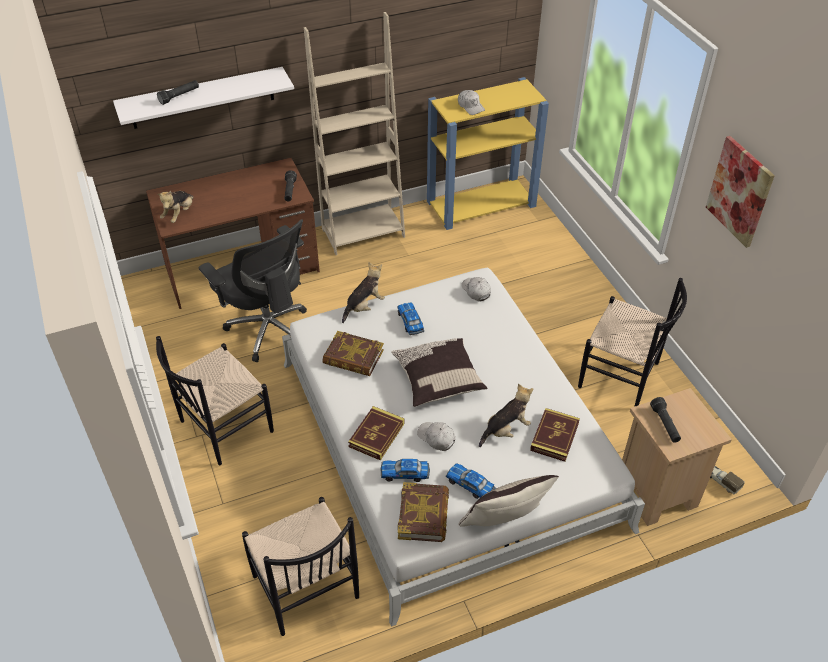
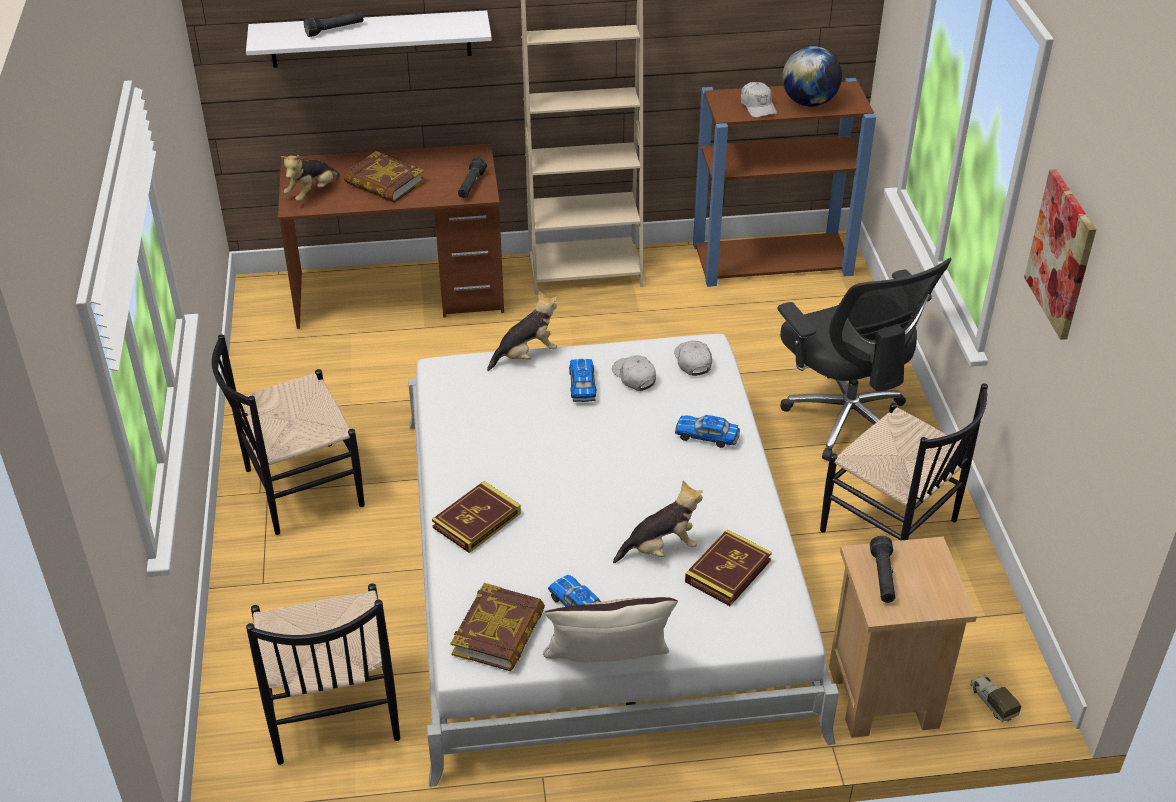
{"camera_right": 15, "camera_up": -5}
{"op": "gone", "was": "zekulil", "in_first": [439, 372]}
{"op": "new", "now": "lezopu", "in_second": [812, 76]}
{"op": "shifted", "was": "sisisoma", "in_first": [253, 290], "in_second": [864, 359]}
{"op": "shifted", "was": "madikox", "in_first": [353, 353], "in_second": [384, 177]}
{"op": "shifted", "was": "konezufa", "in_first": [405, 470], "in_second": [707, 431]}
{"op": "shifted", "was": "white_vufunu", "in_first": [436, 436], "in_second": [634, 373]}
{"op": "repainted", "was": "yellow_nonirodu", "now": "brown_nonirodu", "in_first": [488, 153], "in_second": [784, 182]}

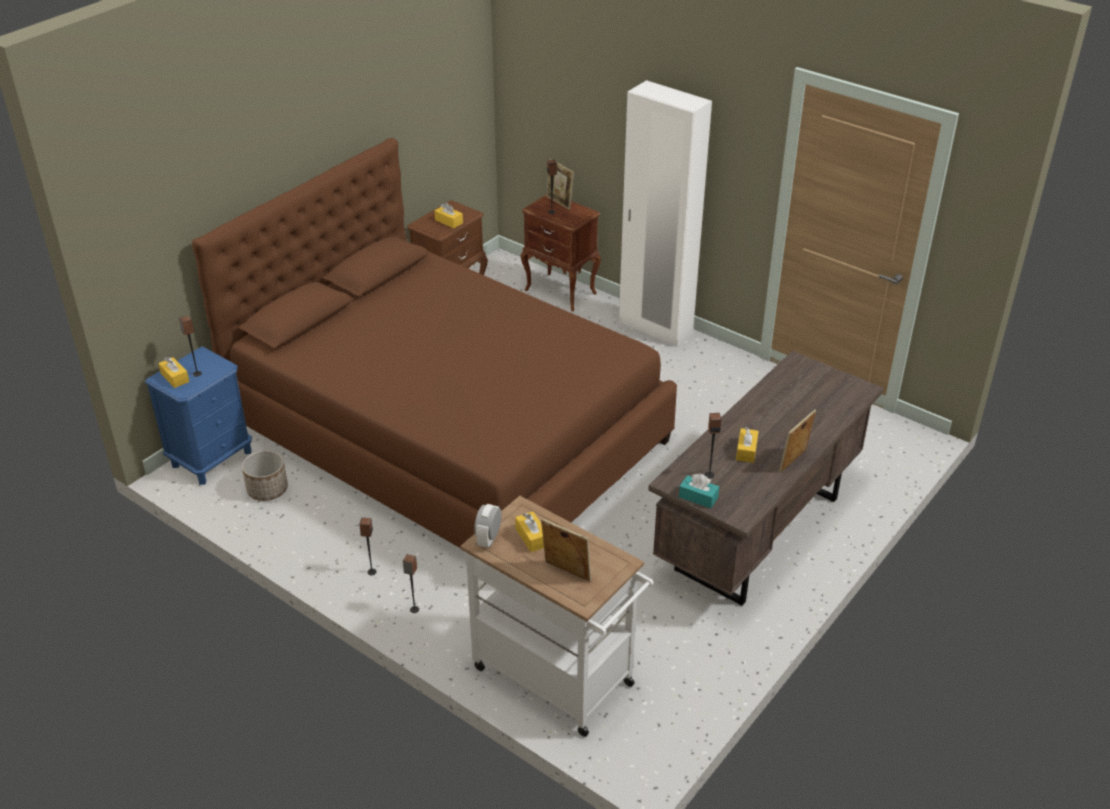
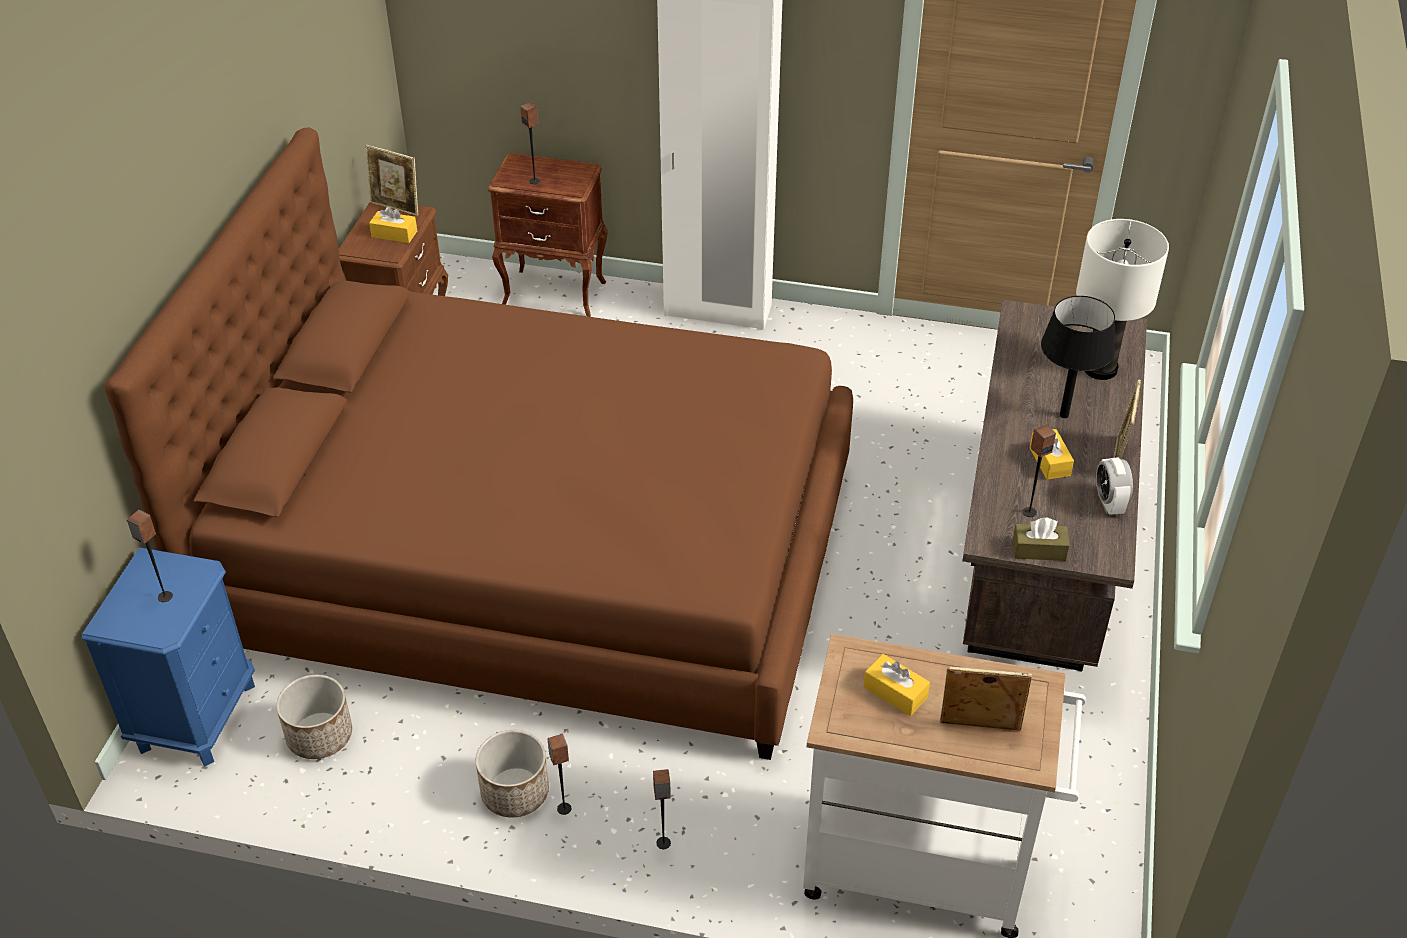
{"camera_right": -25, "camera_up": 5}
{"op": "gone", "was": "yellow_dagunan", "in_first": [173, 372]}
{"op": "new", "now": "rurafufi", "in_second": [512, 774]}
{"op": "new", "now": "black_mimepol", "in_second": [1078, 357]}
{"op": "new", "now": "white_mimepol", "in_second": [1122, 299]}
{"op": "shifted", "was": "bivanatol", "in_first": [488, 526], "in_second": [1114, 486]}
{"op": "shifted", "was": "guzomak", "in_first": [560, 184], "in_second": [392, 180]}
{"op": "repainted", "was": "turquoise_dagunan", "now": "brown_dagunan", "in_first": [699, 491], "in_second": [1041, 539]}

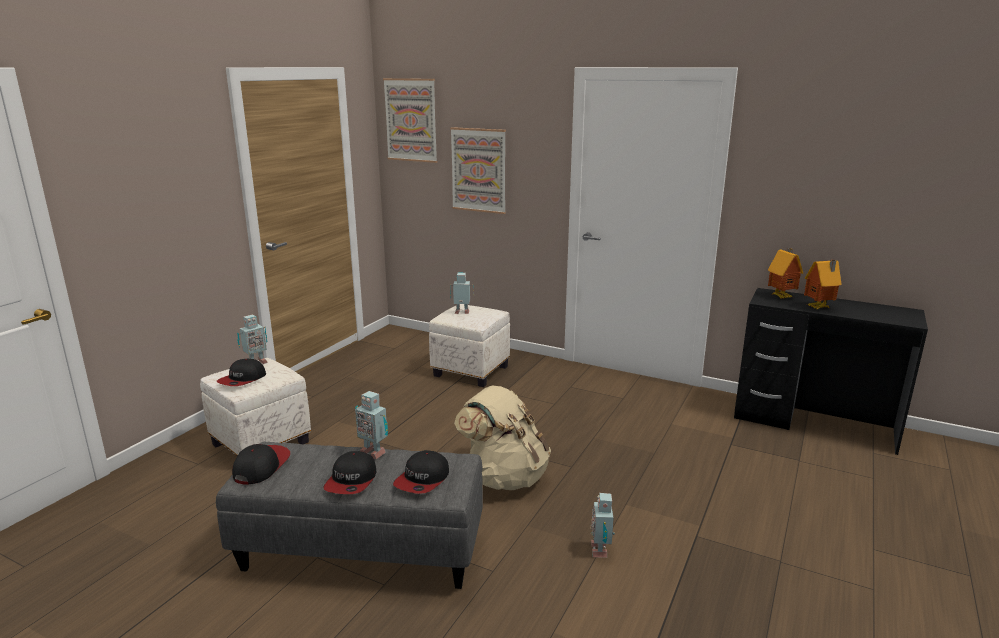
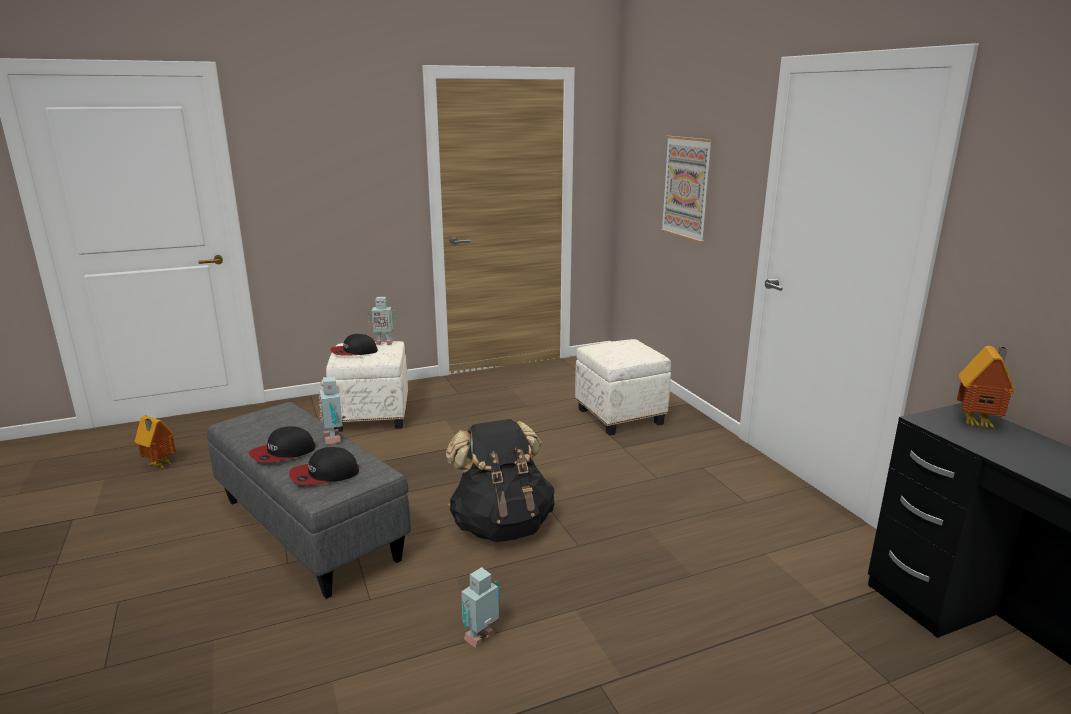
{"camera_right": 40, "camera_up": 0}
{"op": "gone", "was": "vufunu", "in_first": [261, 464]}
{"op": "gone", "was": "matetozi", "in_first": [410, 120]}
{"op": "gone", "was": "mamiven", "in_first": [462, 293]}
{"op": "shifted", "was": "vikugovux", "in_first": [823, 284], "in_second": [155, 442]}
{"op": "repainted", "was": "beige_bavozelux", "now": "black_bavozelux", "in_first": [502, 437], "in_second": [500, 480]}

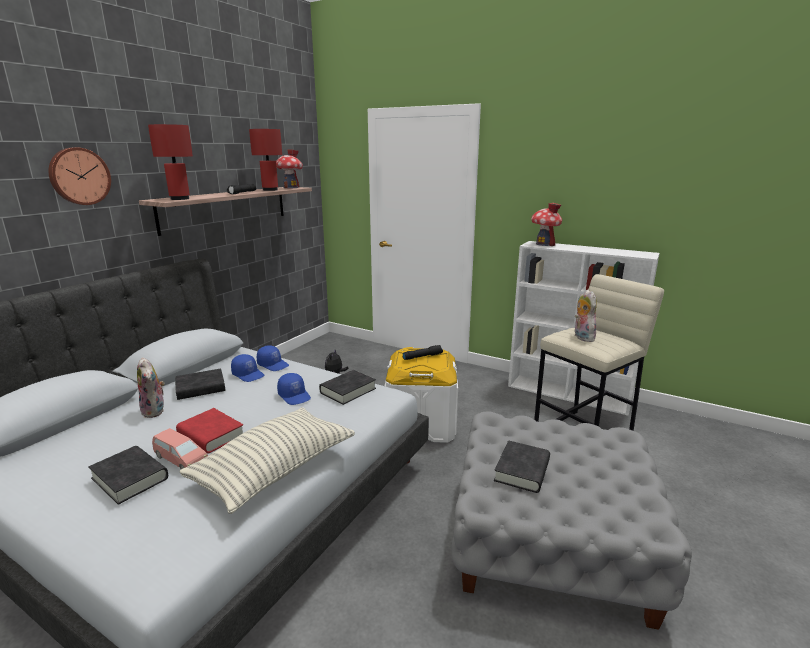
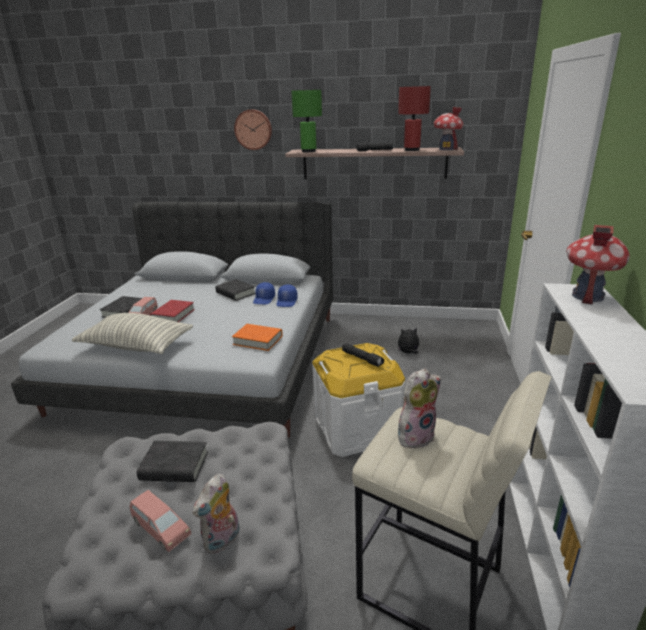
{"camera_right": 70, "camera_up": 5}
{"op": "gone", "was": "blue_vufunu", "in_first": [294, 389]}
{"op": "new", "now": "pink_konezufa", "in_second": [160, 521]}
{"op": "shifted", "was": "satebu", "in_first": [151, 387], "in_second": [216, 514]}
{"op": "repainted", "was": "red_mimepol", "now": "green_mimepol", "in_first": [170, 162], "in_second": [307, 121]}
{"op": "repainted", "was": "black_madikox", "now": "orange_madikox", "in_first": [347, 387], "in_second": [257, 337]}

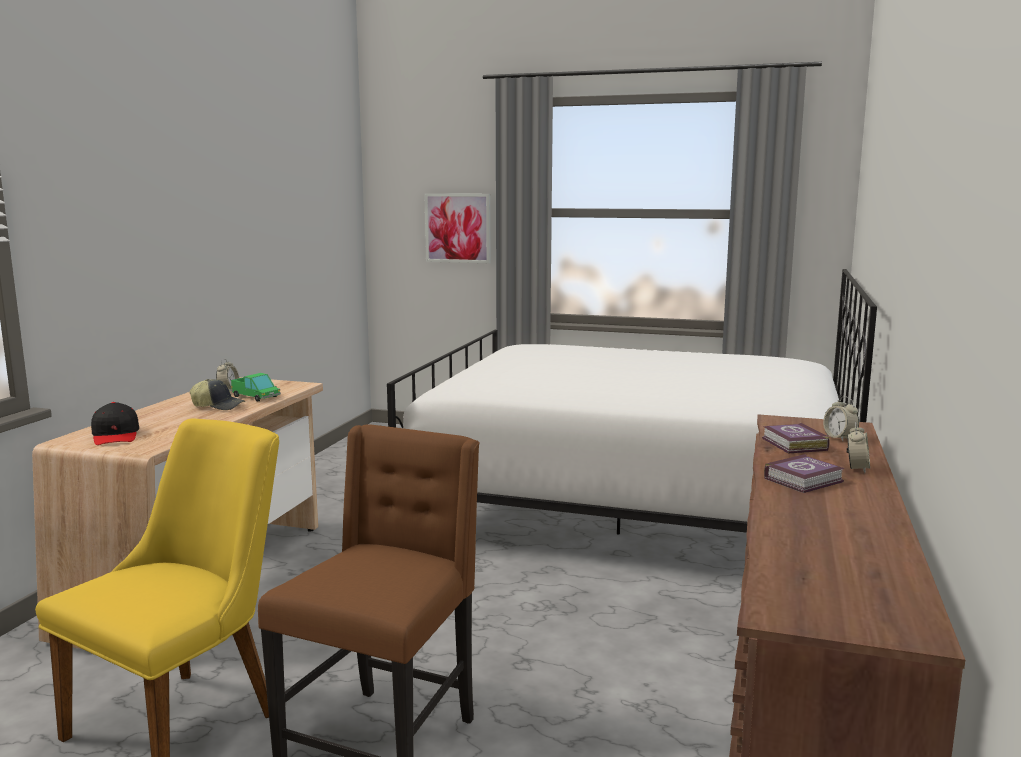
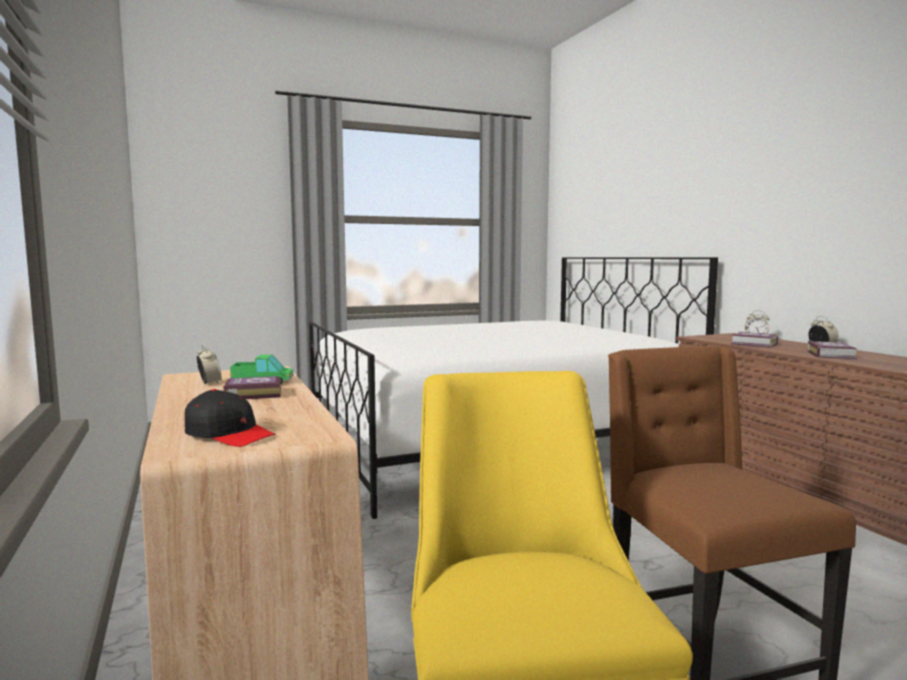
{"camera_right": -40, "camera_up": -5}
{"op": "gone", "was": "matetozi", "in_first": [457, 228]}
{"op": "swapped", "was": "vufunu", "now": "madikox", "in_first": [217, 394], "in_second": [252, 387]}

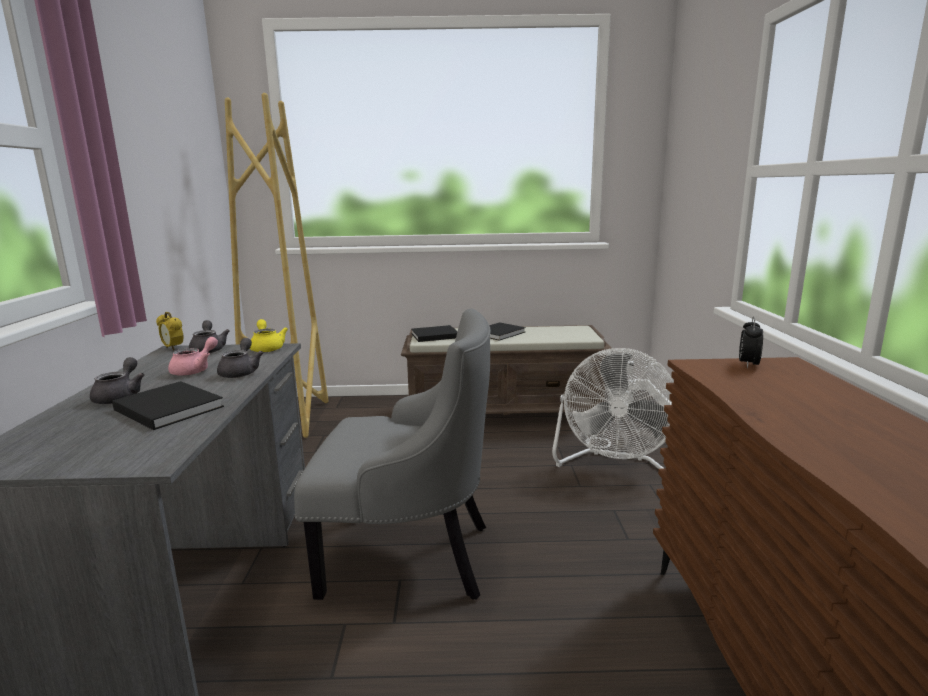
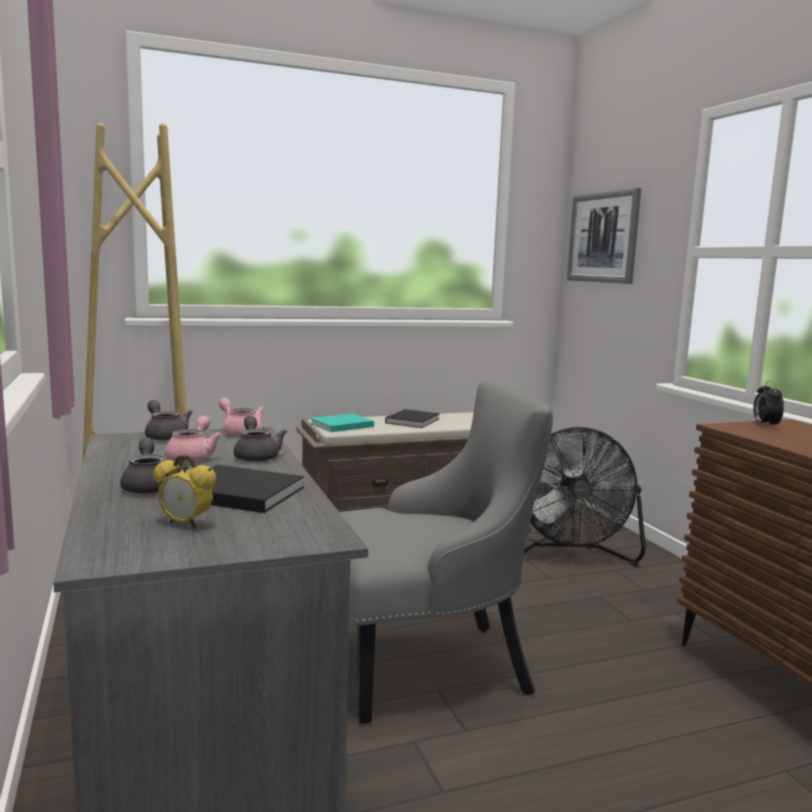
{"camera_right": -20, "camera_up": -5}
{"op": "new", "now": "matetozi", "in_second": [604, 236]}
{"op": "shifted", "was": "bivanatol", "in_first": [170, 331], "in_second": [184, 491]}
{"op": "repainted", "was": "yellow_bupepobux", "now": "pink_bupepobux", "in_first": [269, 335], "in_second": [241, 417]}
{"op": "repainted", "was": "black_madikox", "now": "turquoise_madikox", "in_first": [434, 333], "in_second": [342, 422]}
{"op": "repainted", "was": "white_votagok", "now": "black_votagok", "in_first": [613, 408], "in_second": [585, 497]}

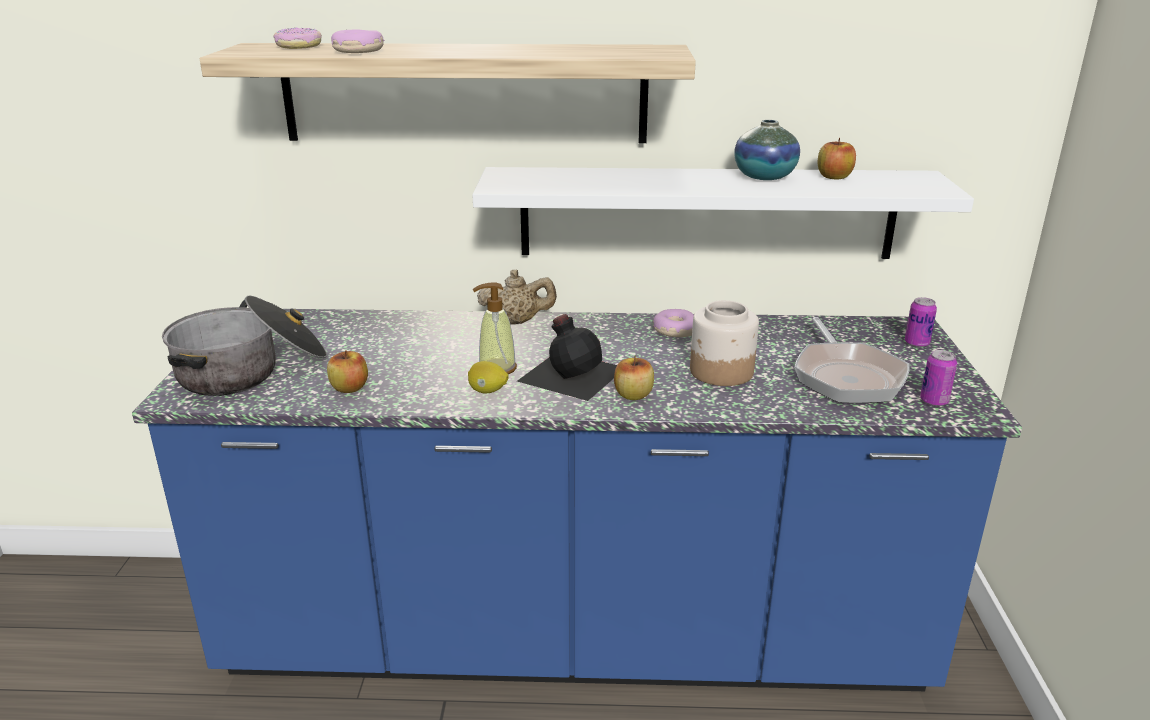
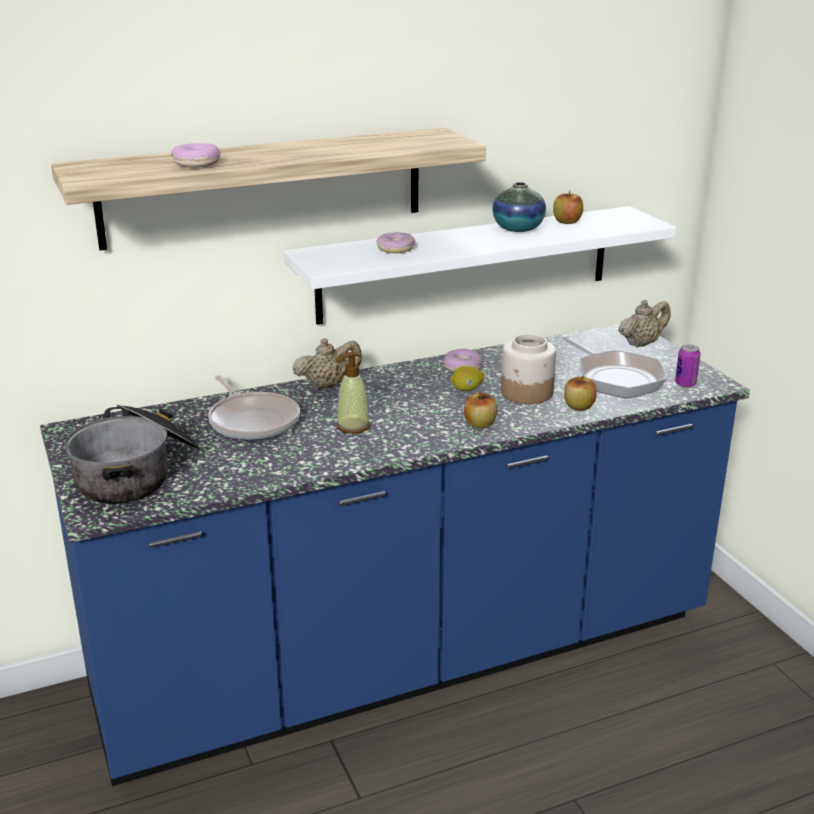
{"camera_right": -25, "camera_up": 0}
{"op": "gone", "was": "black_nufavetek", "in_first": [567, 357]}
{"op": "new", "now": "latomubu", "in_second": [254, 407]}
{"op": "shifted", "was": "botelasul", "in_first": [297, 38], "in_second": [396, 242]}
{"op": "shifted", "was": "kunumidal", "in_first": [347, 371], "in_second": [580, 393]}
{"op": "shifted", "was": "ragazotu", "in_first": [488, 377], "in_second": [467, 378]}
{"op": "swapped", "was": "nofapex", "now": "beige_bupepobux", "in_first": [921, 322], "in_second": [644, 324]}

